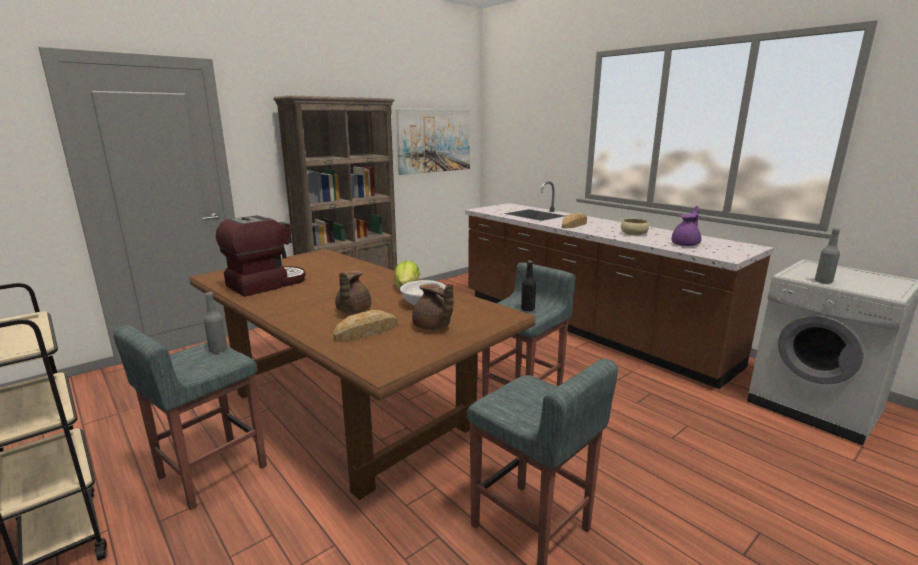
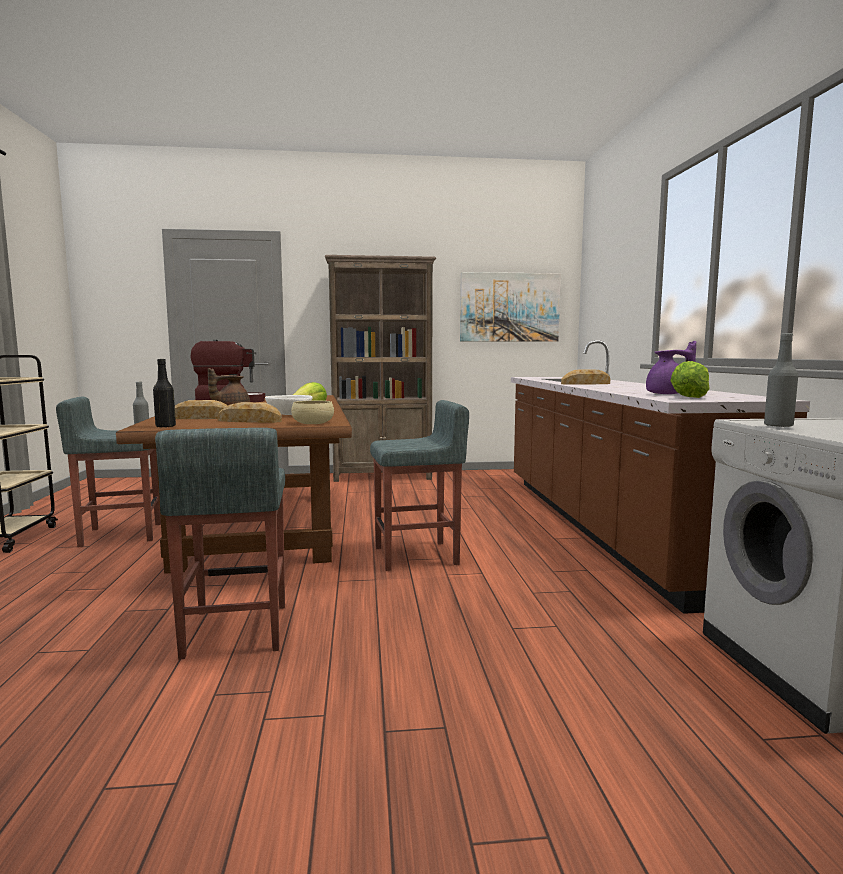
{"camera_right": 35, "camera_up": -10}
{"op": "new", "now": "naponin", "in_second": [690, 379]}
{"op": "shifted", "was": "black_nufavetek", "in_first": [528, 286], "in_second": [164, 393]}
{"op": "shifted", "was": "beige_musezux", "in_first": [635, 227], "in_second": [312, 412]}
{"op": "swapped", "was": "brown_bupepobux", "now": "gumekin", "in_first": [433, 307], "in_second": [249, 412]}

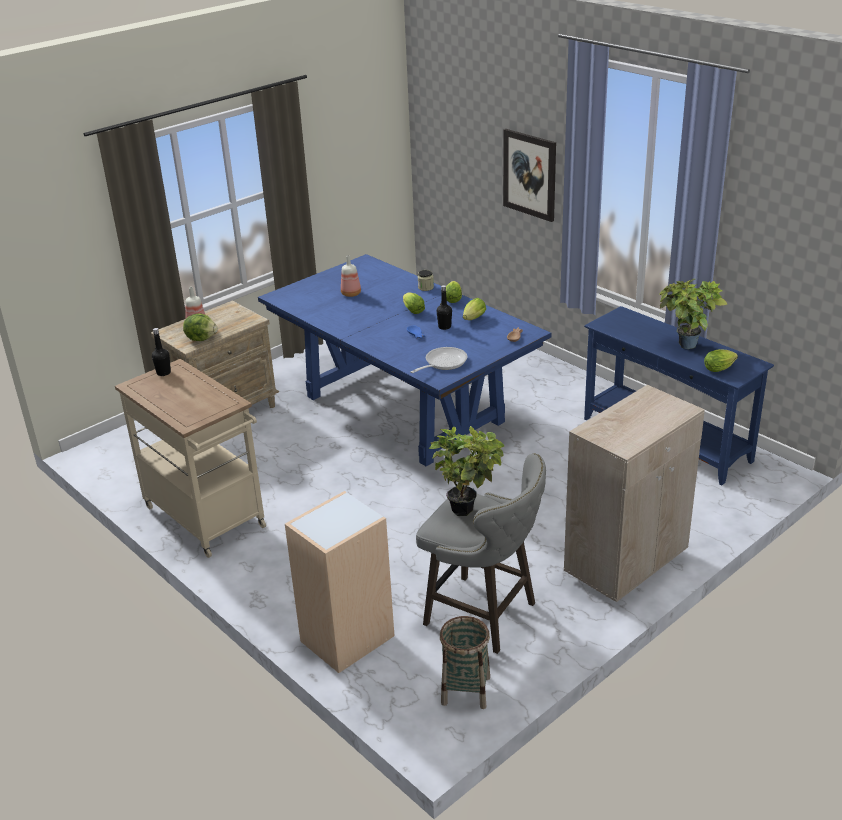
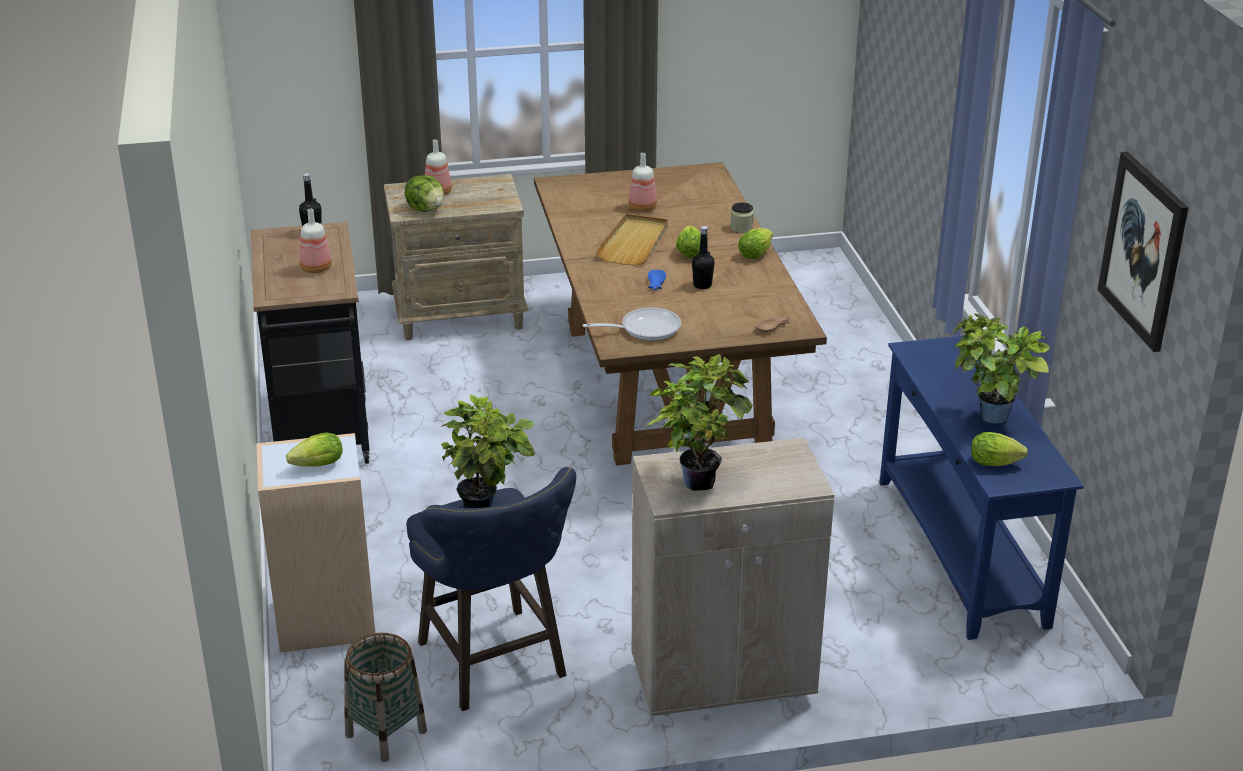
{"camera_right": 30, "camera_up": 0}
{"op": "new", "now": "nufavetek", "in_second": [315, 241]}
{"op": "new", "now": "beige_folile", "in_second": [631, 240]}
{"op": "new", "now": "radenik", "in_second": [700, 422]}
{"op": "shifted", "was": "naponin", "in_first": [474, 309], "in_second": [314, 449]}
{"op": "shifted", "was": "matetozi", "in_first": [529, 175], "in_second": [1143, 252]}
{"op": "repainted", "was": "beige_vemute", "now": "black_vemute", "in_first": [190, 458], "in_second": [310, 343]}
{"op": "repainted", "was": "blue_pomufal", "now": "brown_pomufal", "in_first": [405, 360], "in_second": [680, 313]}
{"op": "repainted", "was": "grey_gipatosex", "now": "blue_gipatosex", "in_first": [481, 553], "in_second": [491, 589]}

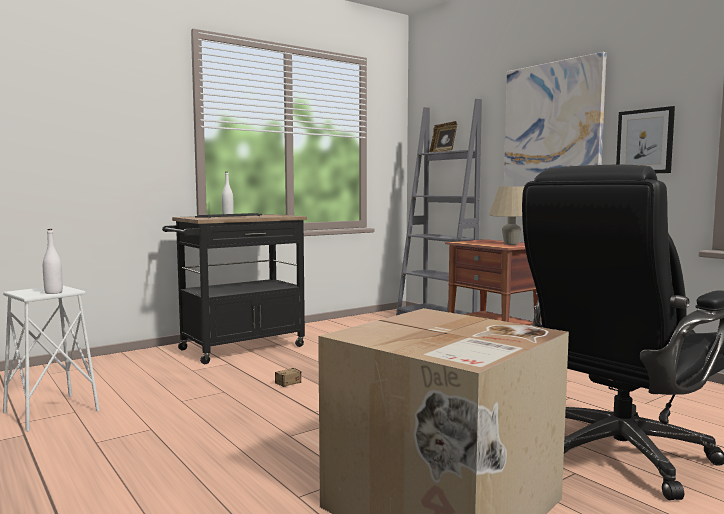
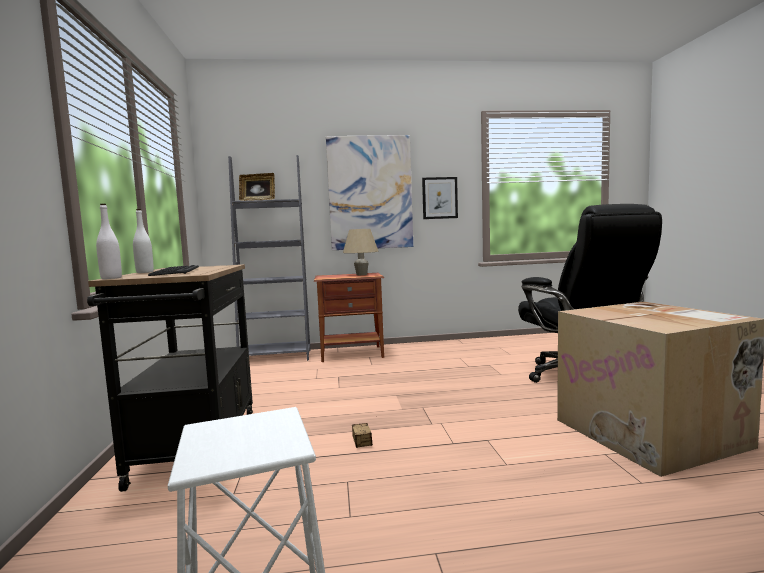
{"camera_right": -60, "camera_up": 0}
{"op": "shifted", "was": "white_nufavetek", "in_first": [53, 261], "in_second": [109, 241]}

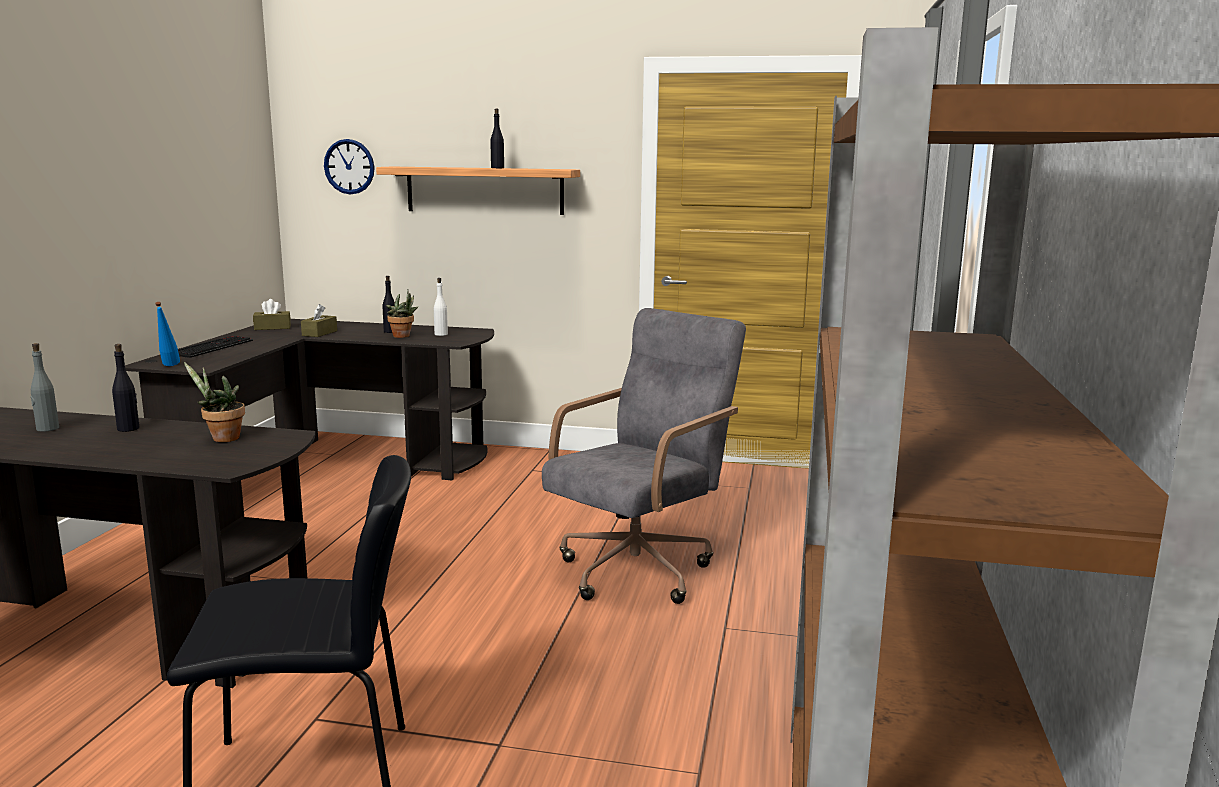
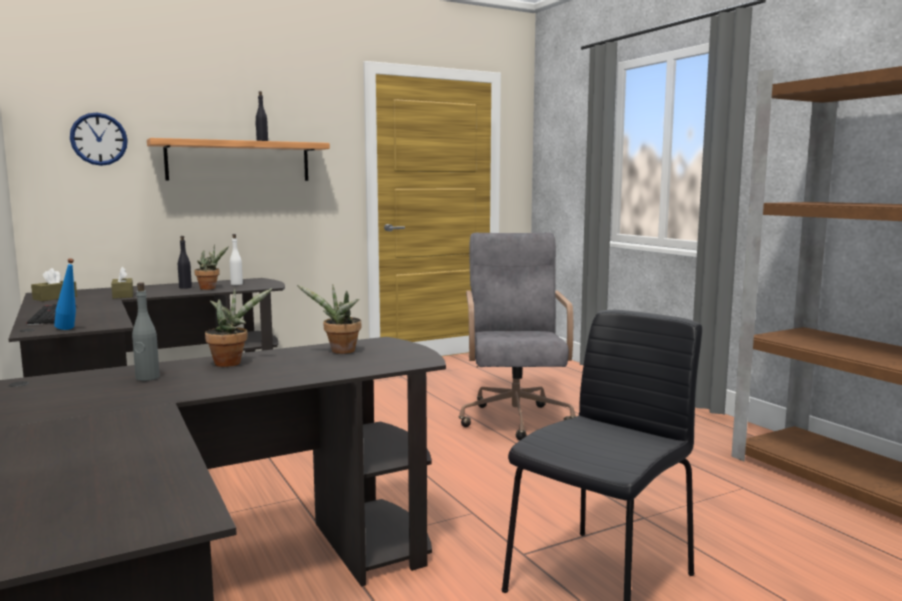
{"camera_right": -40, "camera_up": -5}
{"op": "swapped", "was": "black_nufavetek", "now": "radenik", "in_first": [125, 388], "in_second": [238, 327]}

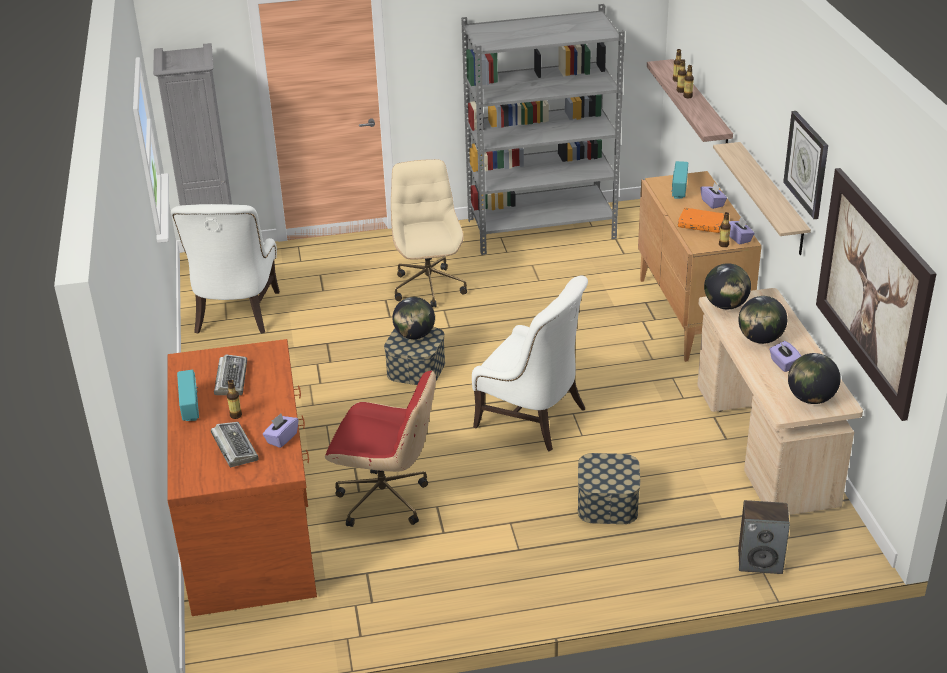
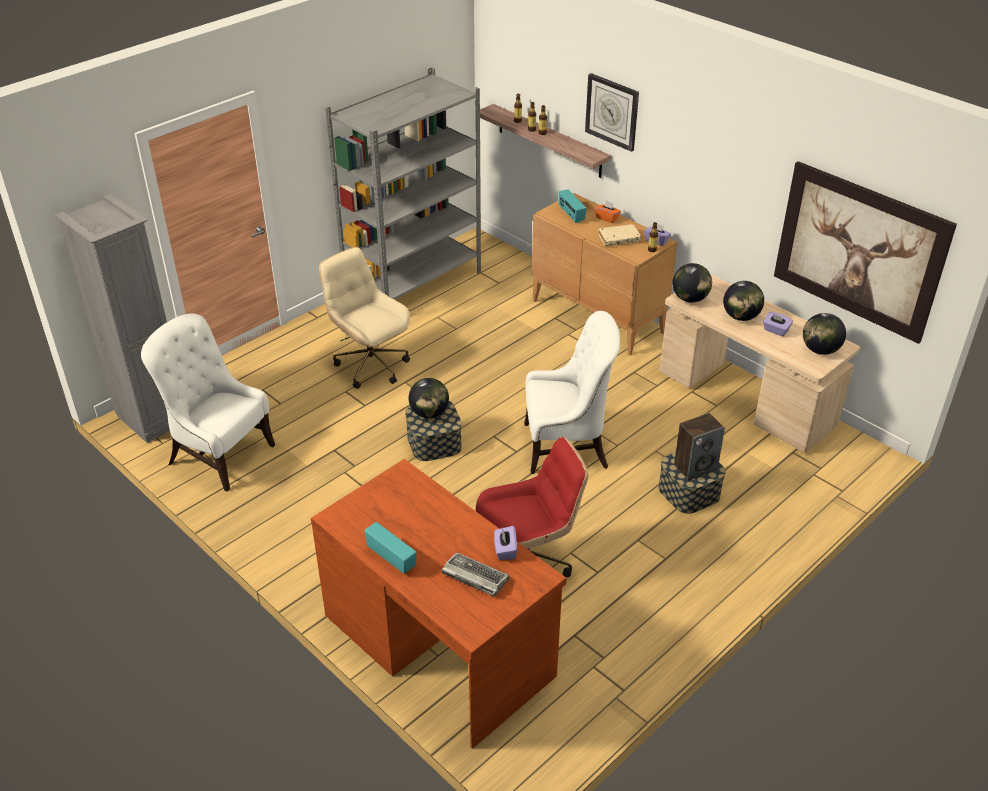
{"camera_right": -35, "camera_up": 5}
{"op": "gone", "was": "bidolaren", "in_first": [230, 374]}
{"op": "gone", "was": "nufavetek", "in_first": [234, 399]}
{"op": "gone", "was": "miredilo", "in_first": [762, 198]}
{"op": "shifted", "was": "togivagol", "in_first": [764, 537], "in_second": [699, 447]}
{"op": "shifted", "was": "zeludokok", "in_first": [805, 165], "in_second": [612, 112]}
{"op": "repainted", "was": "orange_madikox", "now": "beige_madikox", "in_first": [701, 220], "in_second": [620, 235]}
{"op": "repainted", "was": "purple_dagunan", "now": "orange_dagunan", "in_first": [713, 195], "in_second": [608, 212]}
{"op": "rotated", "was": "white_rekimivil", "in_first": [225, 269], "in_second": [208, 402], "clockwise": 150}

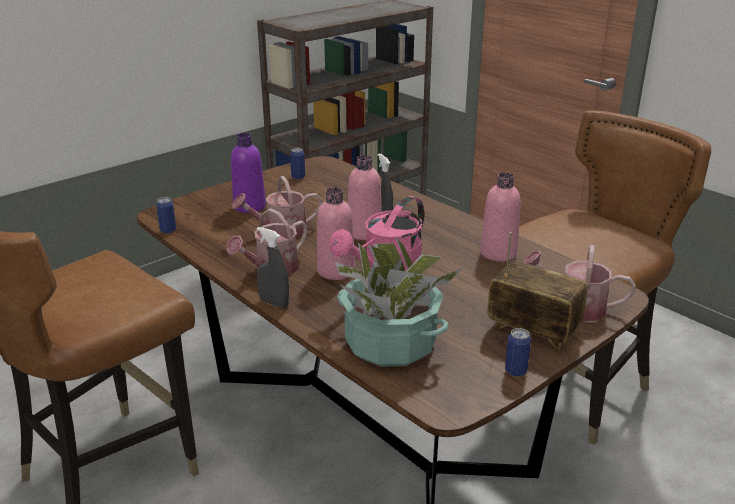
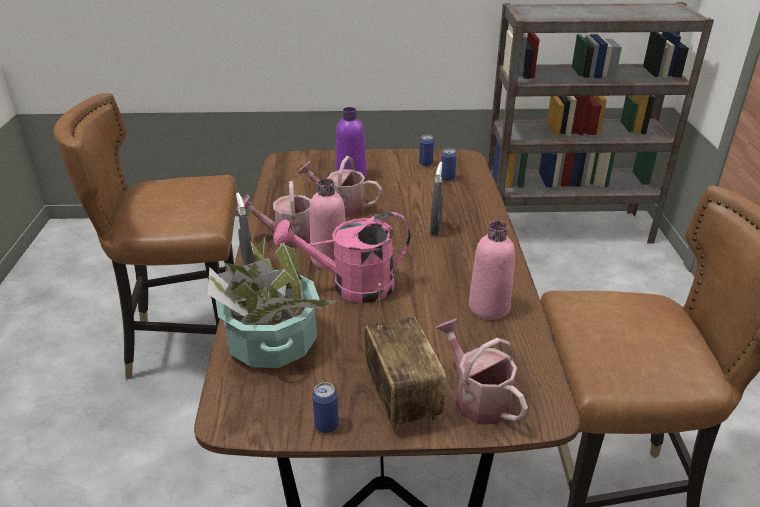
{"camera_right": 40, "camera_up": 5}
{"op": "gone", "was": "pink_nufavetek", "in_first": [365, 197]}
{"op": "shifted", "was": "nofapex", "in_first": [166, 215], "in_second": [449, 164]}

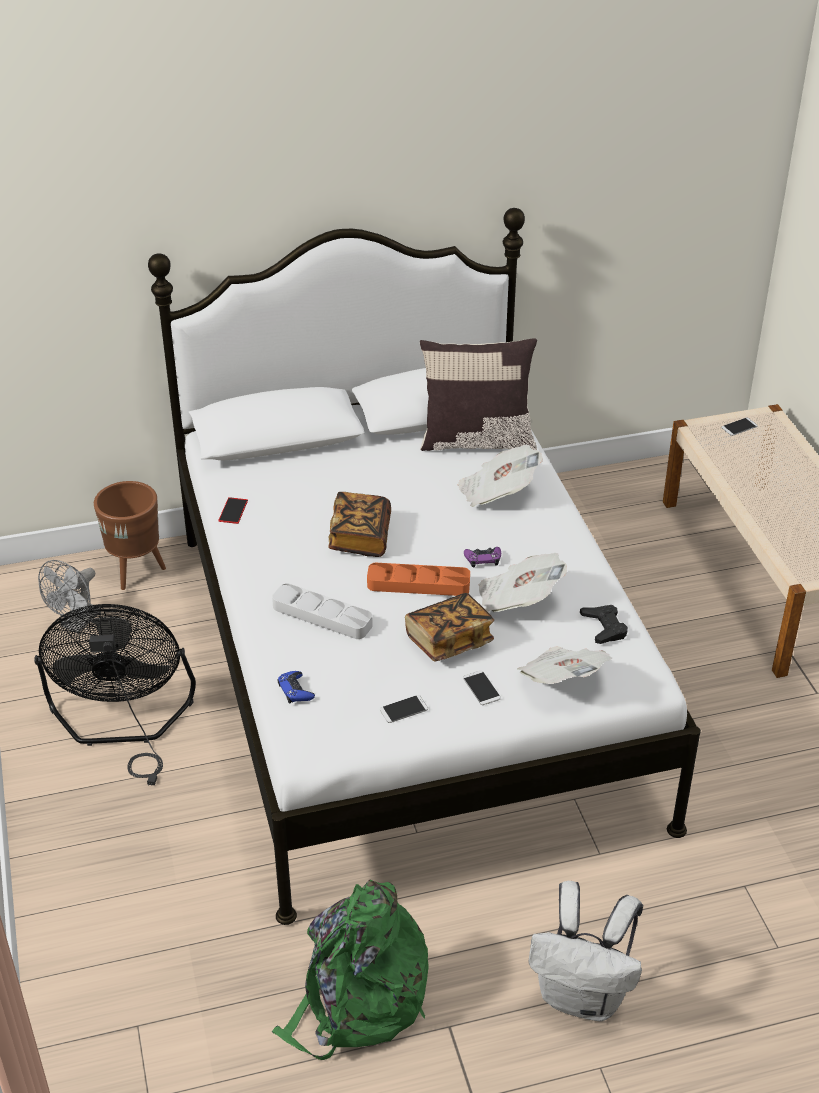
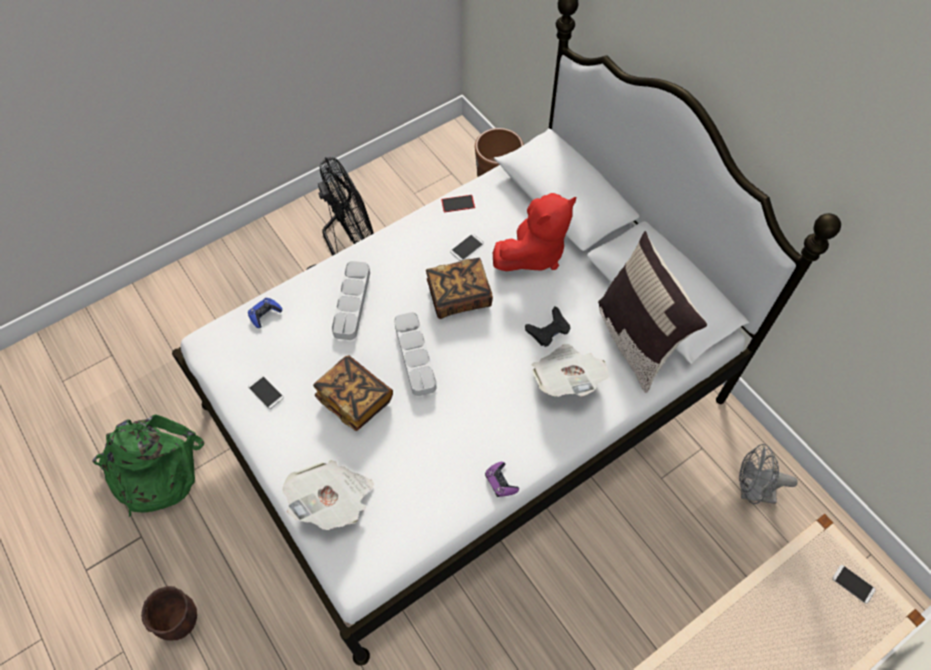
{"camera_right": 70, "camera_up": 20}
{"op": "gone", "was": "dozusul", "in_first": [523, 582]}
{"op": "new", "now": "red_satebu", "in_second": [534, 232]}
{"op": "shifted", "was": "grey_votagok", "in_first": [69, 596], "in_second": [768, 474]}
{"op": "shifted", "was": "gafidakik", "in_first": [482, 687], "in_second": [467, 247]}
{"op": "shifted", "was": "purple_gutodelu", "in_first": [482, 557], "in_second": [502, 479]}
{"op": "shifted", "was": "black_gutodelu", "in_first": [604, 624], "in_second": [547, 327]}
{"op": "swapped", "was": "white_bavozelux", "now": "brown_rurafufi", "in_first": [586, 951], "in_second": [169, 613]}
{"op": "repainted", "was": "orange_folile", "now": "grey_folile", "in_first": [418, 579], "in_second": [415, 354]}

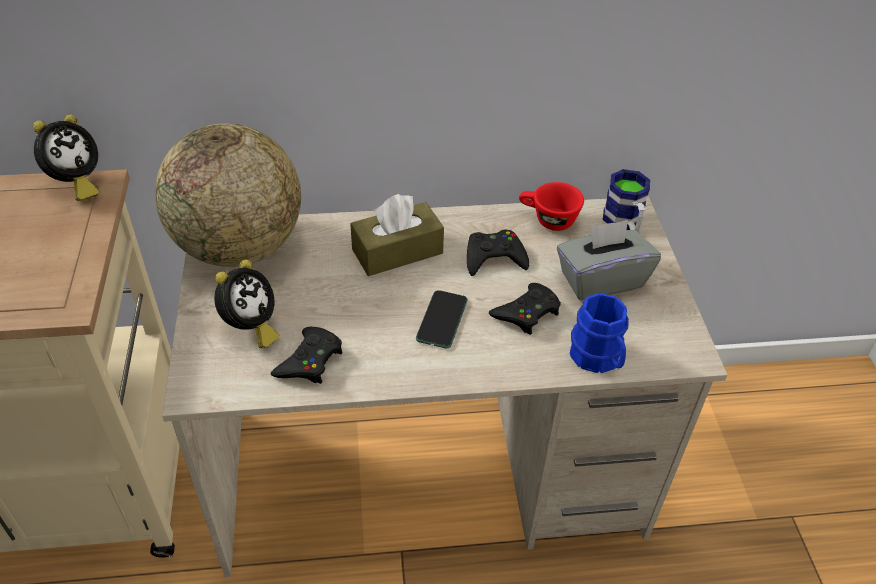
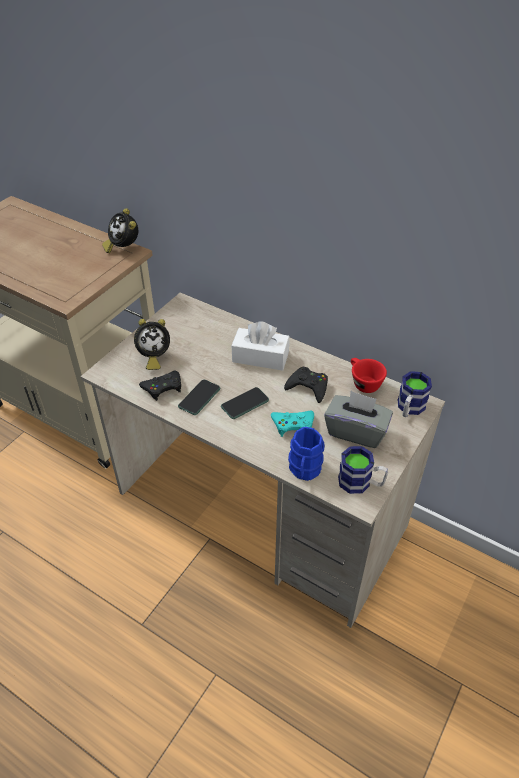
{"camera_right": 40, "camera_up": 0}
{"op": "gone", "was": "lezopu", "in_first": [228, 195]}
{"op": "new", "now": "gafidakik", "in_second": [199, 397]}
{"op": "new", "now": "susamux", "in_second": [363, 470]}
{"op": "repainted", "was": "brown_dagunan", "now": "white_dagunan", "in_first": [397, 235], "in_second": [261, 346]}
{"op": "repainted", "was": "black_gutodelu", "now": "turquoise_gutodelu", "in_first": [525, 309], "in_second": [292, 423]}
{"op": "rotated", "was": "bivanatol", "in_first": [66, 157], "in_second": [120, 230], "clockwise": 75}

